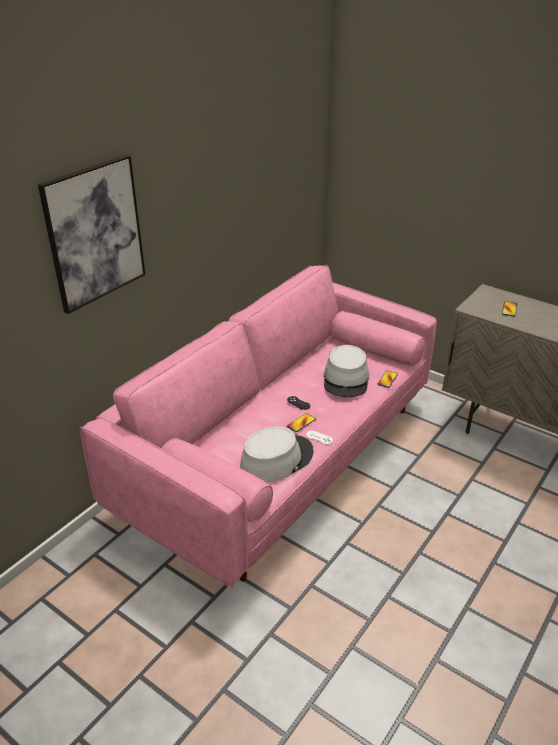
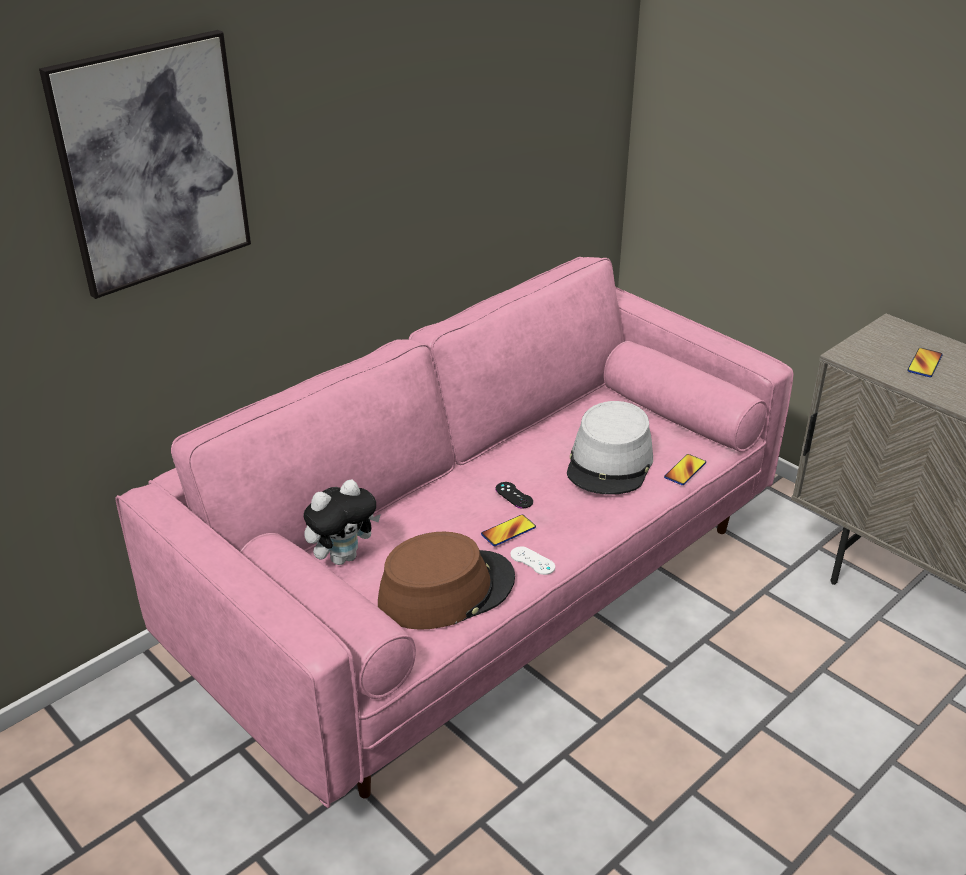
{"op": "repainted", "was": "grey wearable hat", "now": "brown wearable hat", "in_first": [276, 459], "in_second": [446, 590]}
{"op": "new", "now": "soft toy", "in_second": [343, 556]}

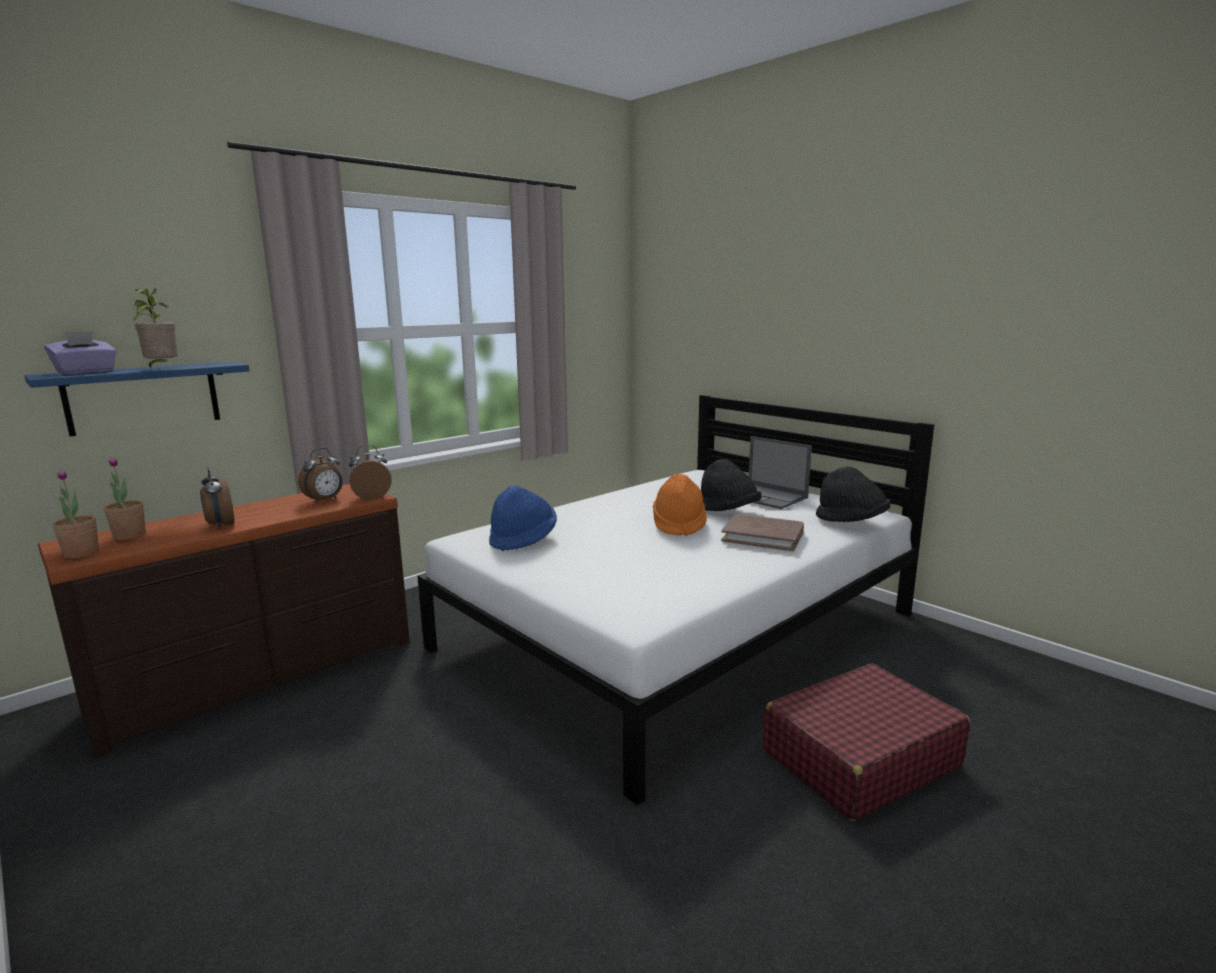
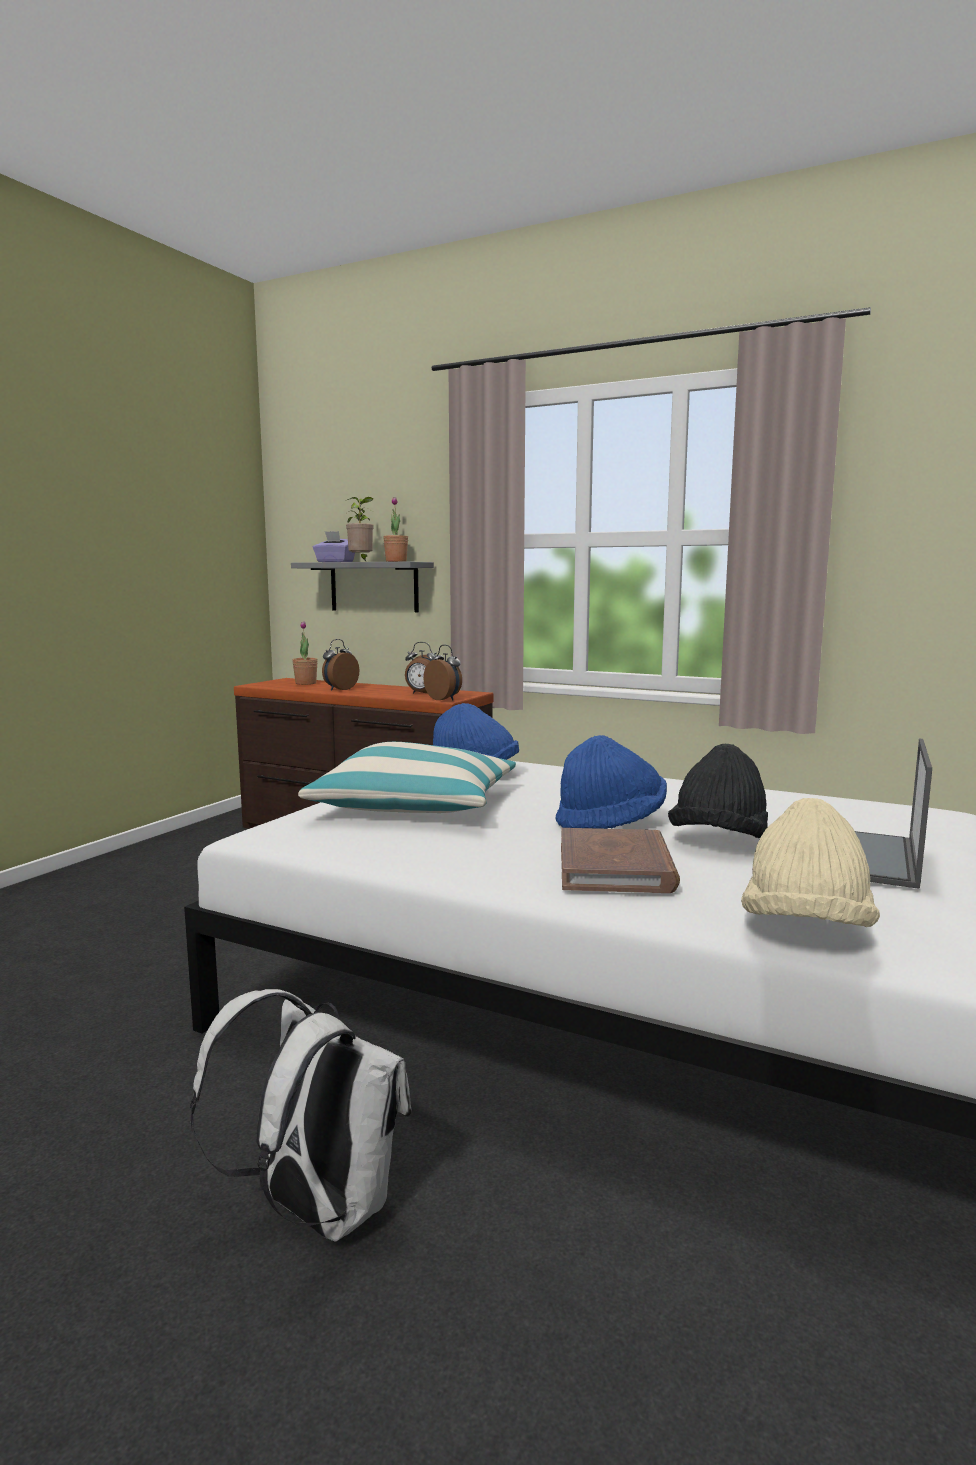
{"op": "repainted", "was": "bluish bracket shelf", "now": "grey bracket shelf", "in_first": [143, 397], "in_second": [374, 587]}
{"op": "shifted", "was": "potted plant", "in_first": [81, 553], "in_second": [396, 561]}
{"op": "repainted", "was": "orange wearable hat", "now": "bluish wearable hat", "in_first": [679, 525], "in_second": [610, 822]}
{"op": "swapped", "was": "reddish travel case", "now": "white backpack", "in_first": [859, 758], "in_second": [315, 1210]}
{"op": "repainted", "was": "black-coloured wearable hat", "now": "beige wearable hat", "in_first": [851, 521], "in_second": [805, 929]}
{"op": "new", "now": "throw pillow", "in_second": [416, 806]}

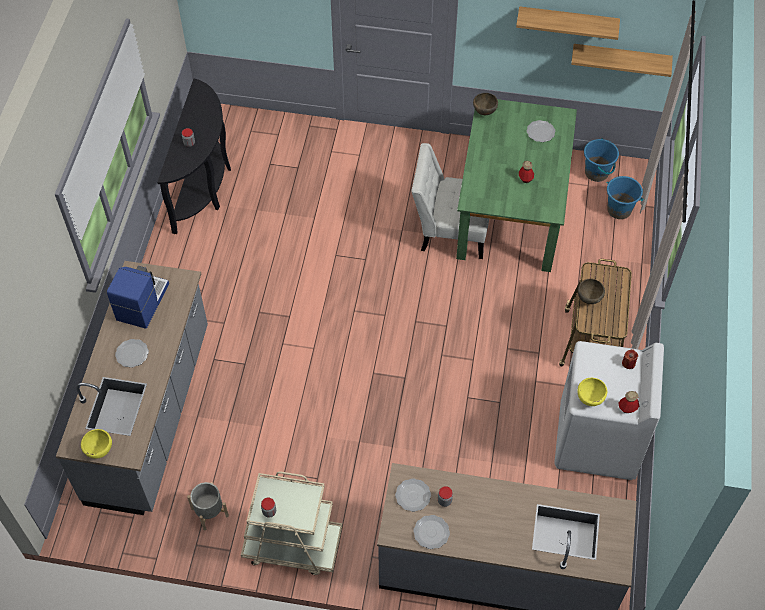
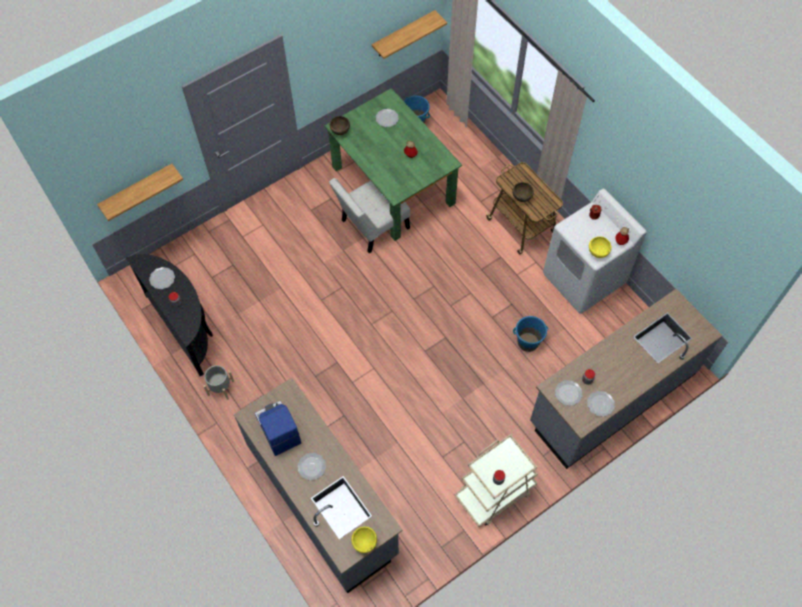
{"op": "shifted", "was": "grey flower pot", "in_first": [210, 512], "in_second": [221, 388]}
{"op": "shifted", "was": "bracket shelf", "in_first": [567, 22], "in_second": [137, 190]}
{"op": "shifted", "was": "bluish bucket", "in_first": [619, 209], "in_second": [528, 342]}
{"op": "new", "now": "dinner plate", "in_second": [162, 279]}

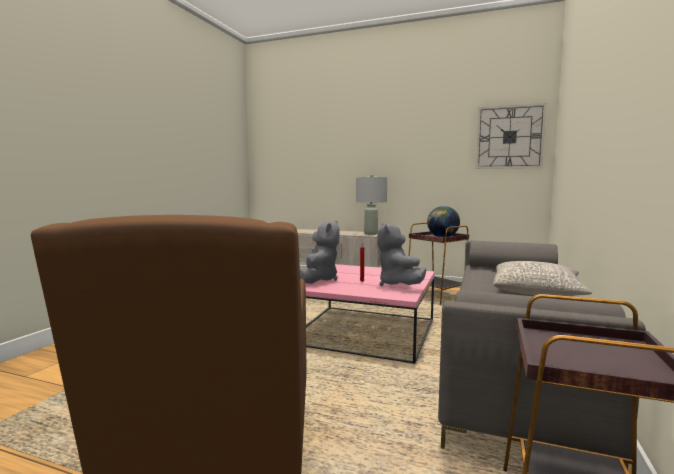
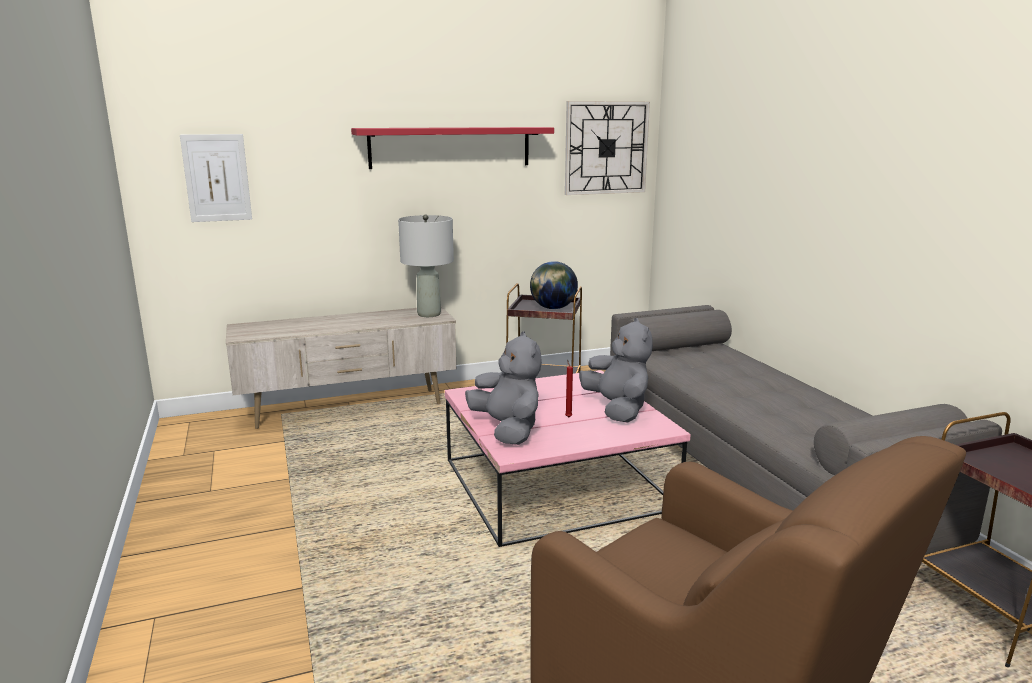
{"op": "rotated", "was": "grey soft toy", "in_first": [398, 285], "in_second": [617, 409], "clockwise": -150}
{"op": "gone", "was": "grey throw pillow", "in_first": [536, 292]}
{"op": "new", "now": "picture", "in_second": [217, 178]}
{"op": "new", "now": "reddish bracket shelf", "in_second": [450, 147]}

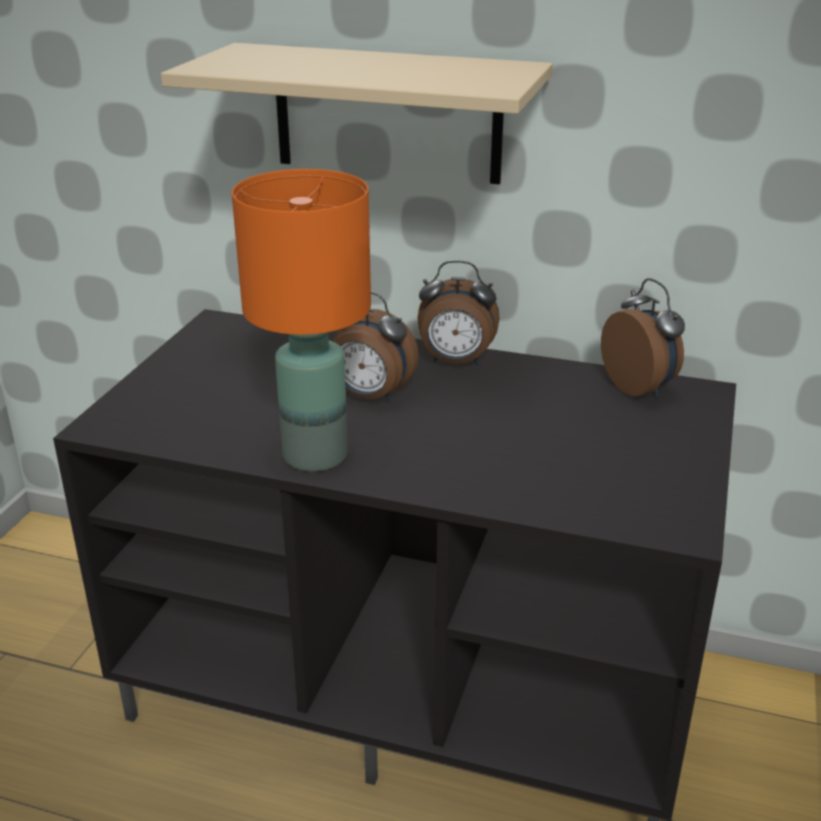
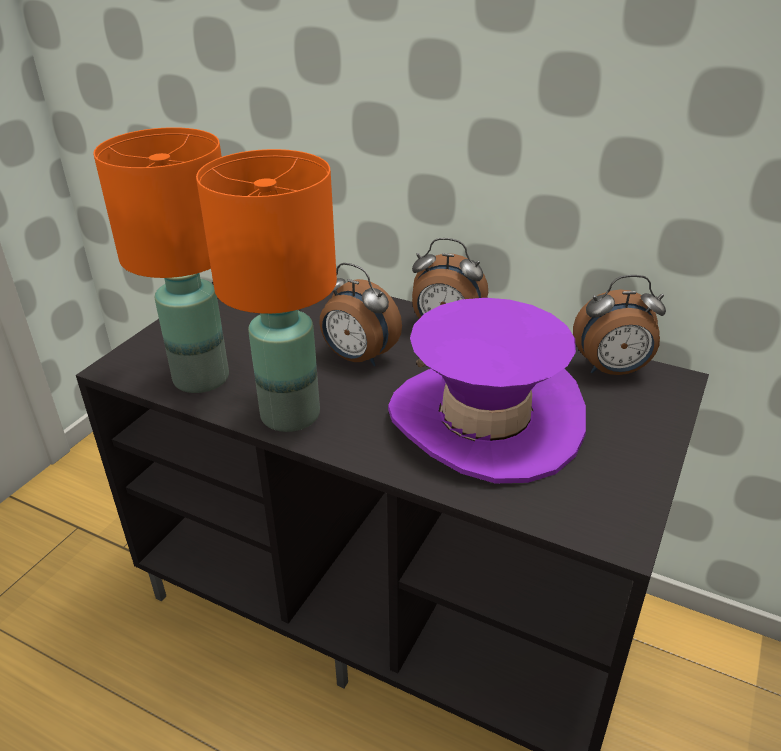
{"op": "gone", "was": "beige bracket shelf", "in_first": [387, 114]}
{"op": "rotated", "was": "bedside clock", "in_first": [640, 387], "in_second": [612, 370], "clockwise": 105}
{"op": "new", "now": "orange tabletop lamp", "in_second": [203, 377]}
{"op": "new", "now": "purple wearable hat", "in_second": [485, 419]}

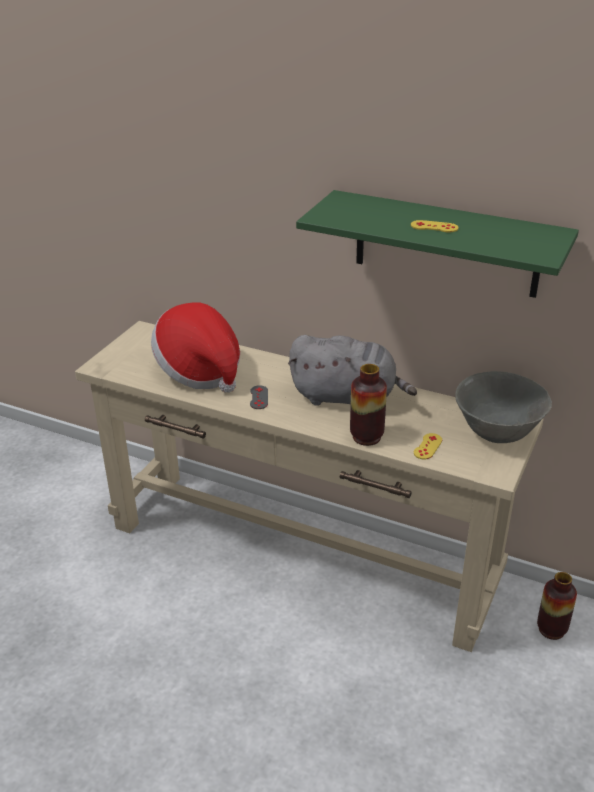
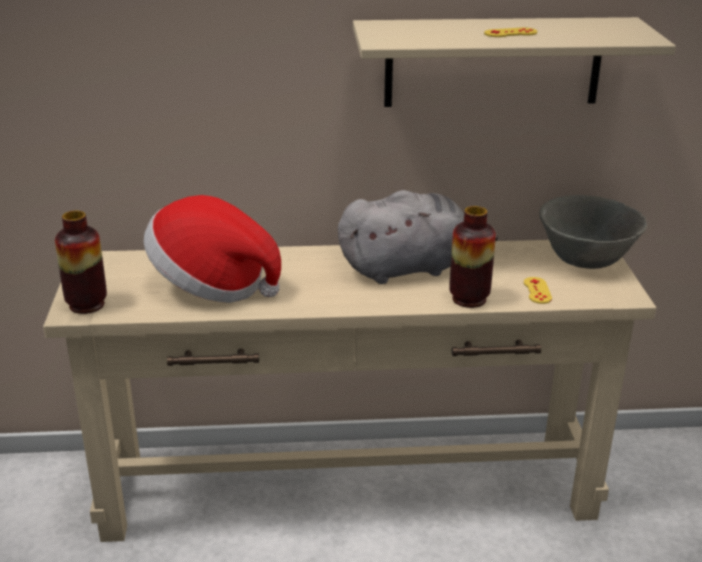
{"op": "gone", "was": "grey joypad", "in_first": [259, 397]}
{"op": "repainted", "was": "green-coloured bracket shelf", "now": "beige bracket shelf", "in_first": [446, 244], "in_second": [493, 62]}
{"op": "shifted", "was": "flower vase", "in_first": [551, 629], "in_second": [86, 305]}

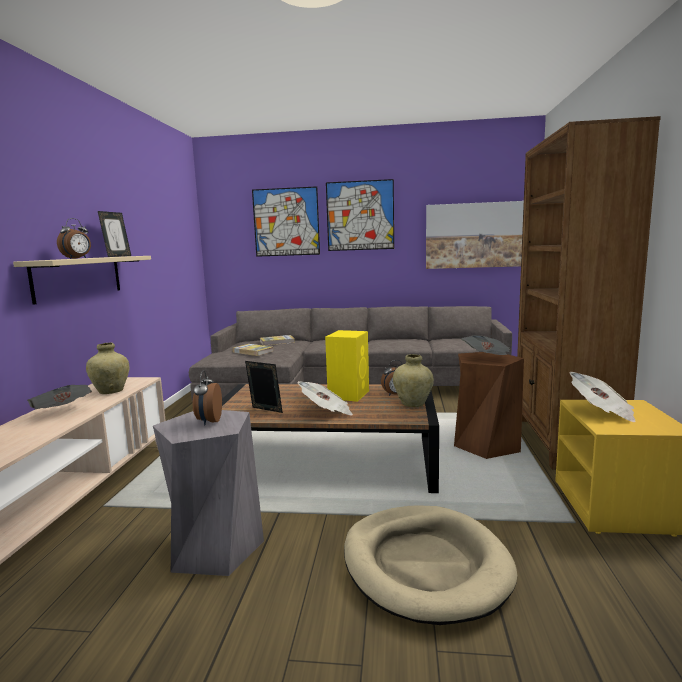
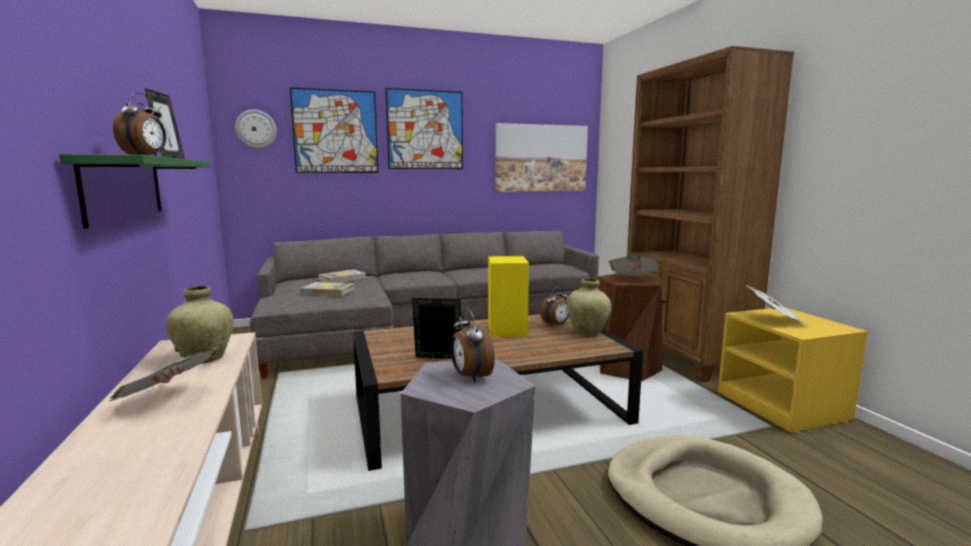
{"op": "repainted", "was": "beige bracket shelf", "now": "green-coloured bracket shelf", "in_first": [79, 277], "in_second": [124, 188]}
{"op": "gone", "was": "daily paper", "in_first": [327, 412]}
{"op": "new", "now": "wall clock", "in_second": [256, 129]}

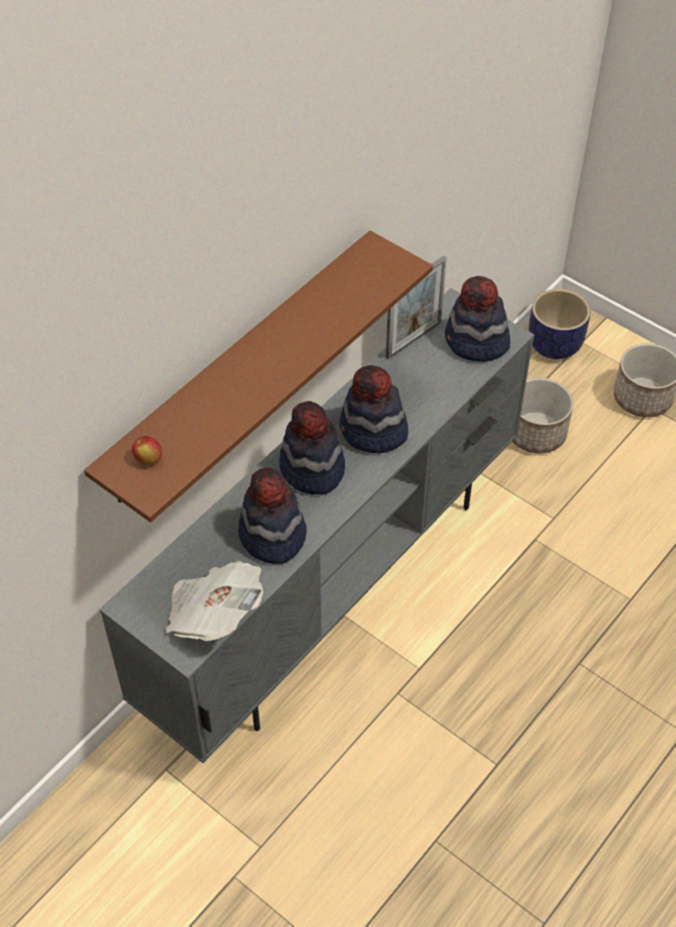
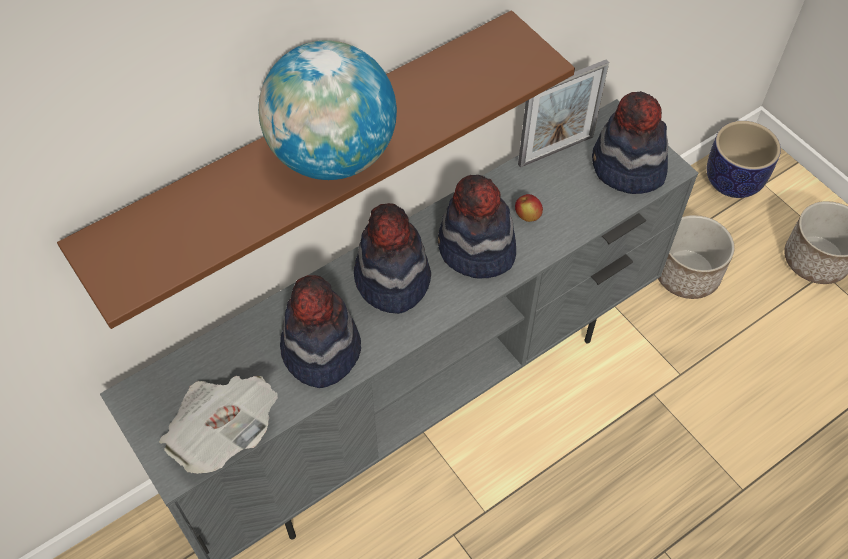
{"op": "shifted", "was": "whole apple", "in_first": [148, 459], "in_second": [527, 216]}
{"op": "new", "now": "world globe", "in_second": [332, 156]}

